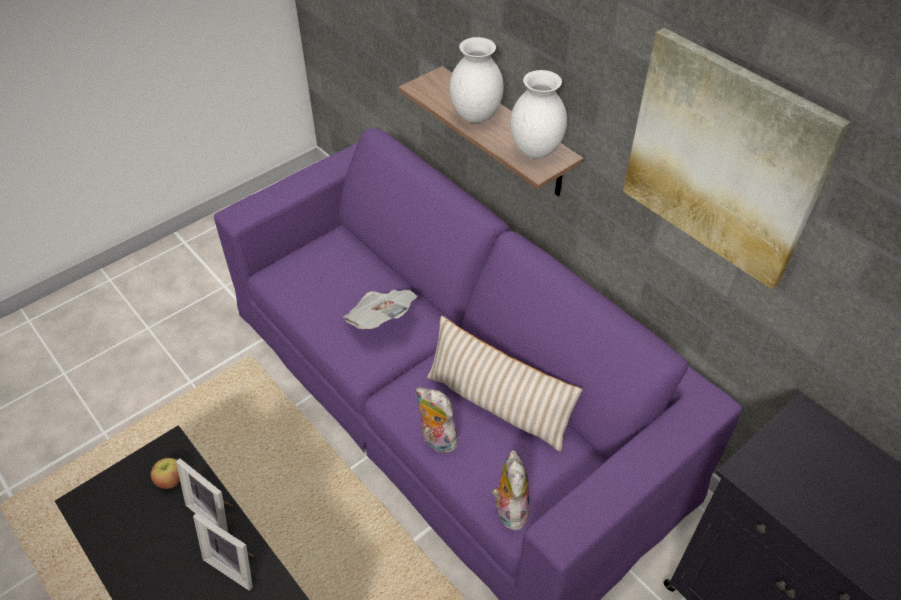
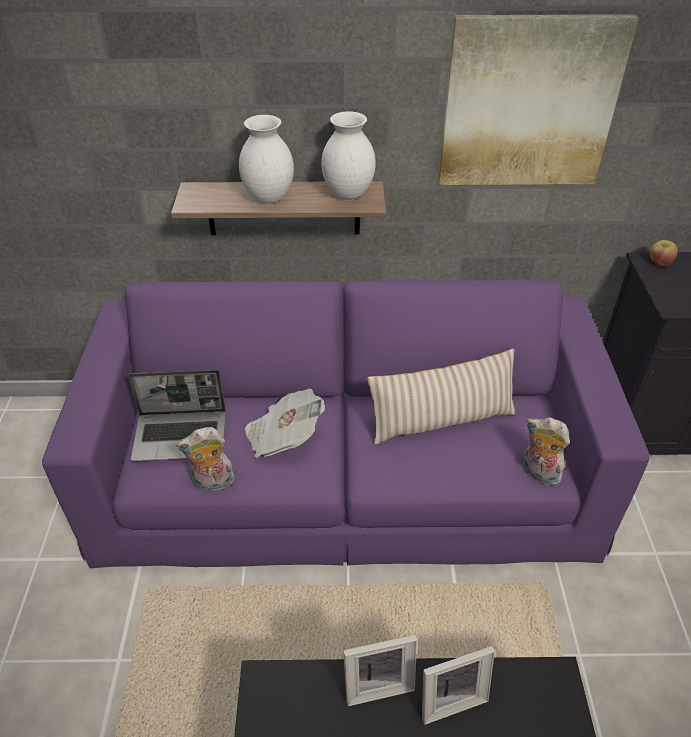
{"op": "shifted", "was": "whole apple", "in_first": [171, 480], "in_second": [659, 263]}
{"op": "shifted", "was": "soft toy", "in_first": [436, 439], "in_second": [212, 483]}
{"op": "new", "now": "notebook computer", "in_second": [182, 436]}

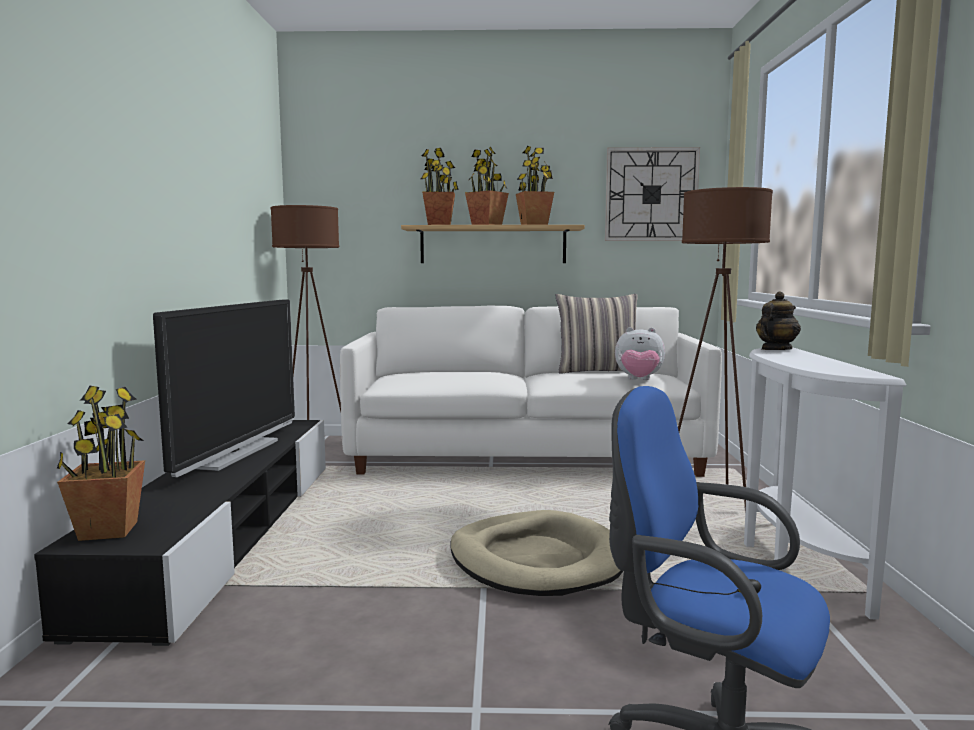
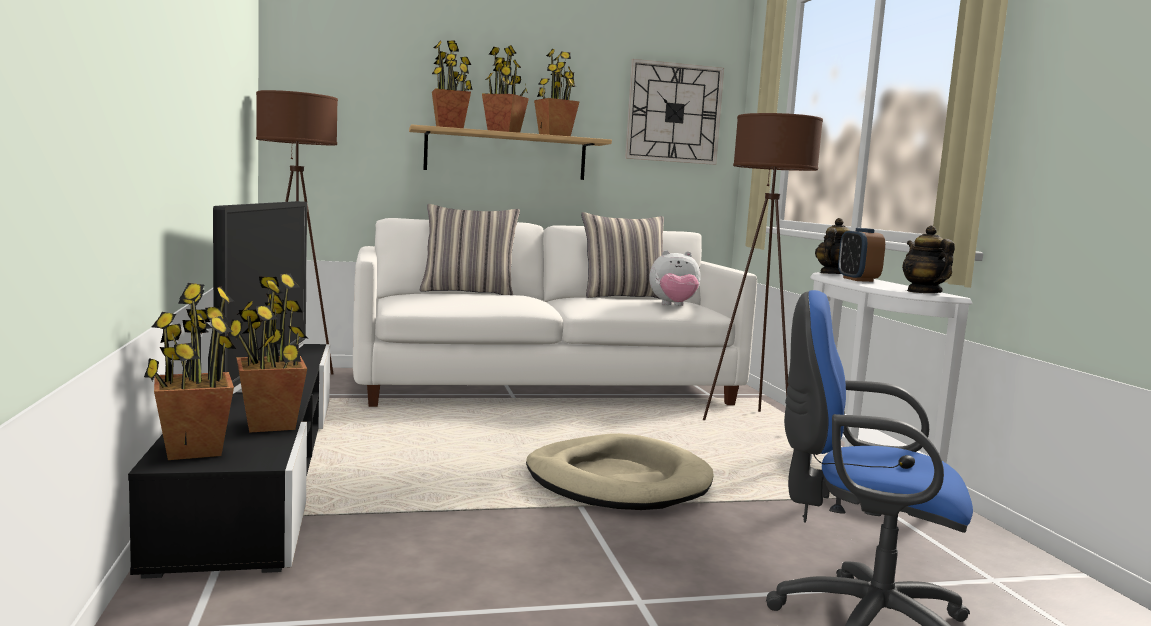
{"op": "new", "now": "potted plant", "in_second": [271, 425]}
{"op": "new", "now": "throw pillow", "in_second": [468, 292]}
{"op": "new", "now": "bedside clock", "in_second": [857, 279]}
{"op": "new", "now": "teapot", "in_second": [923, 292]}

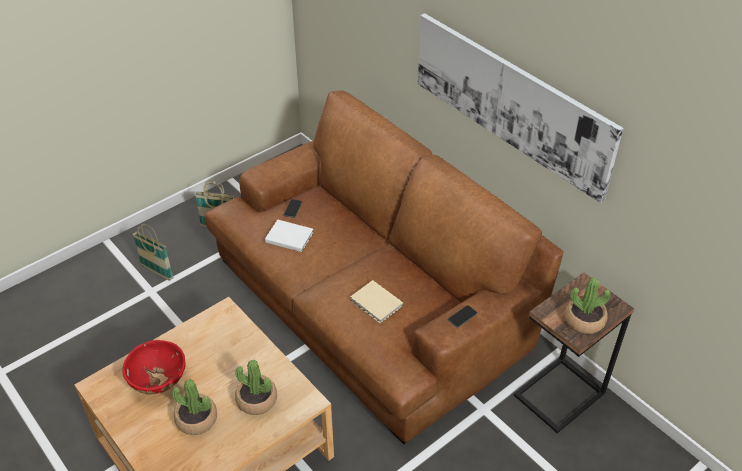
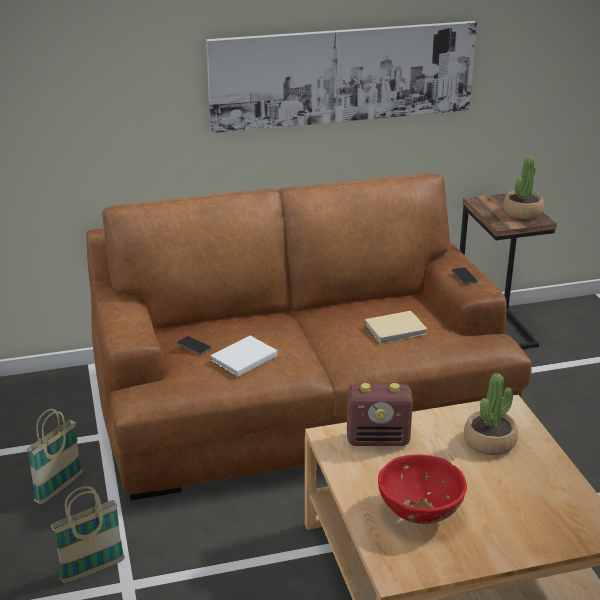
{"op": "gone", "was": "potted plant", "in_first": [196, 419]}
{"op": "new", "now": "radio receiver", "in_second": [378, 440]}

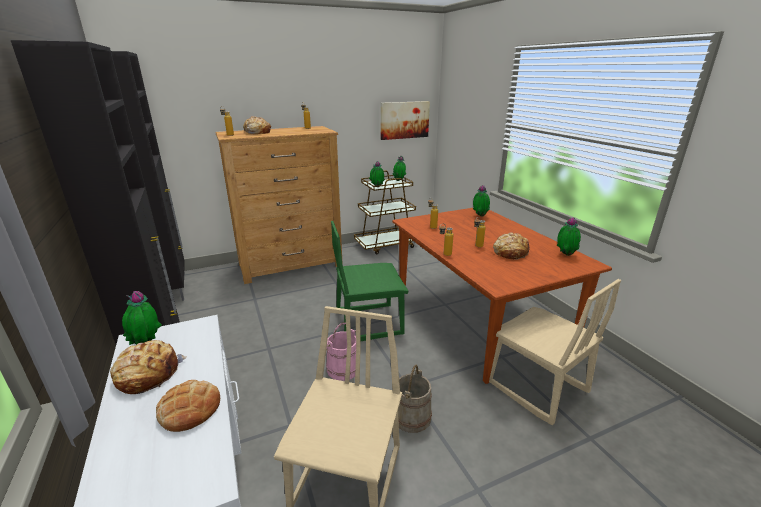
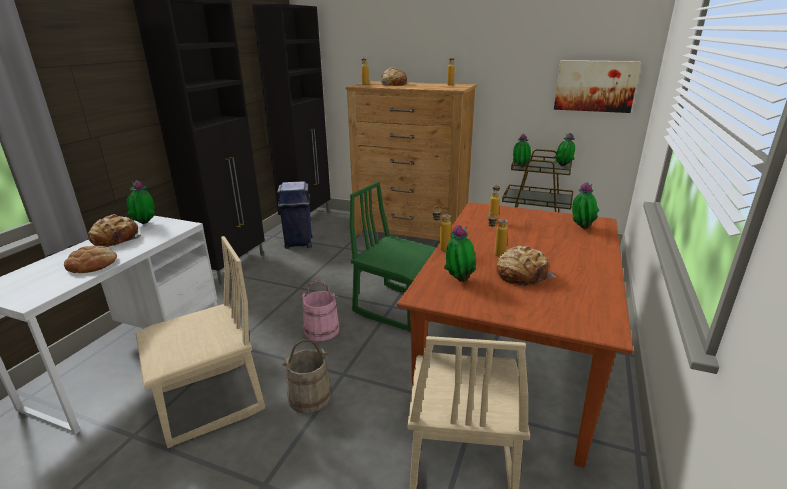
{"op": "shifted", "was": "potted plant", "in_first": [565, 255], "in_second": [459, 280]}
{"op": "new", "now": "bluish trash can", "in_second": [298, 243]}

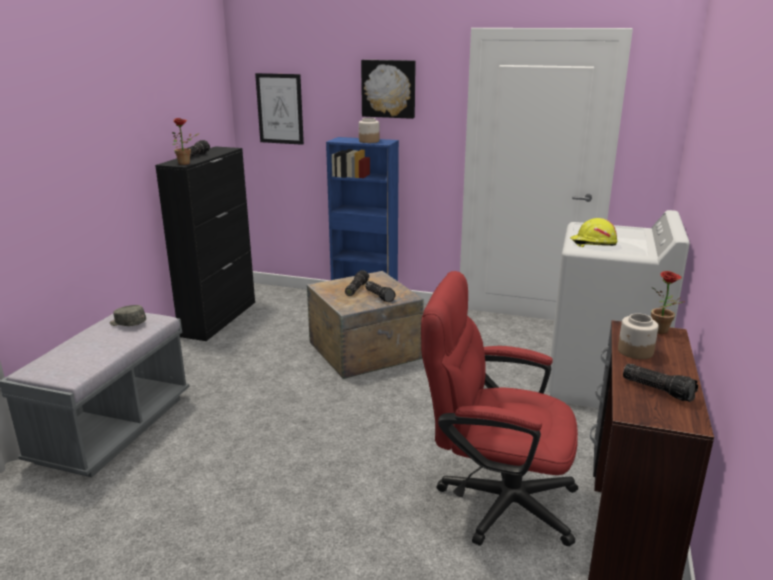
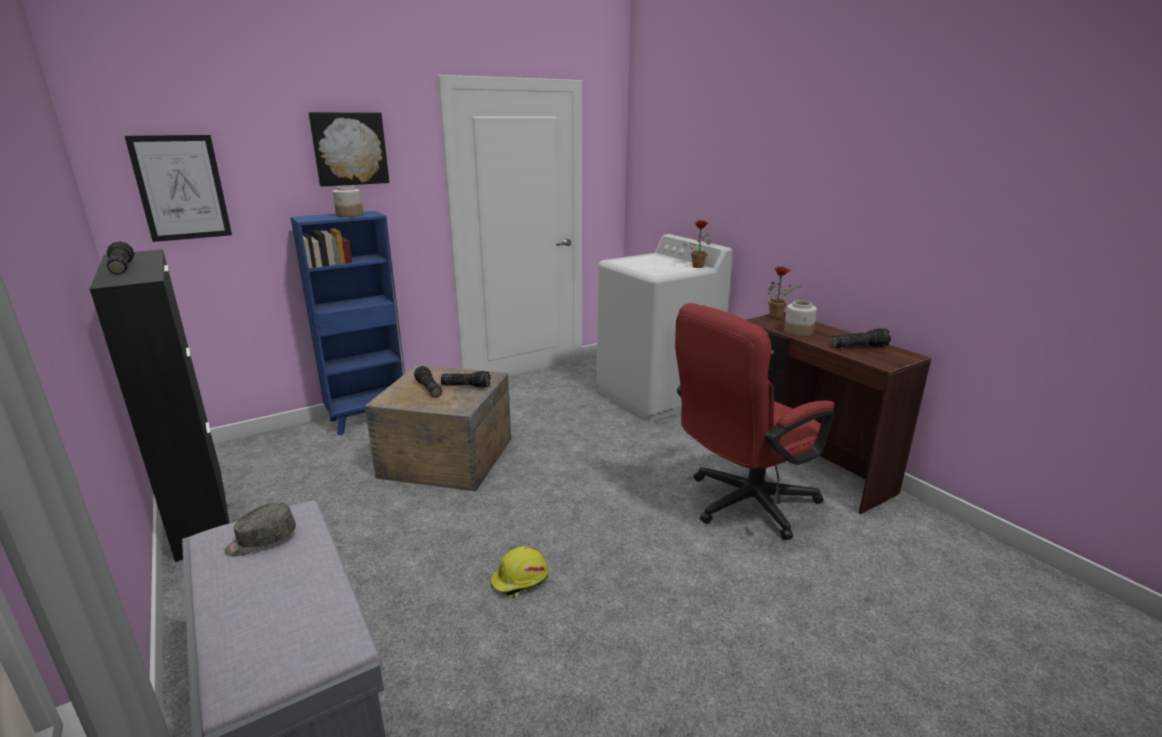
{"op": "shifted", "was": "potted plant", "in_first": [186, 163], "in_second": [698, 266]}
{"op": "shifted", "was": "yellowish work helmet", "in_first": [592, 244], "in_second": [520, 580]}

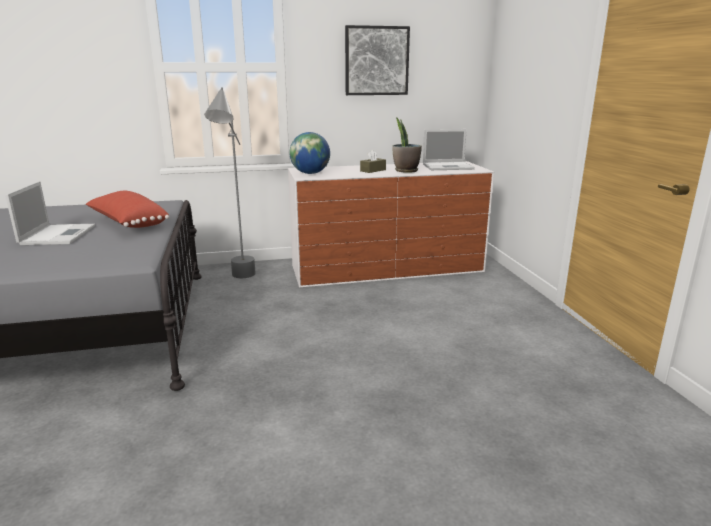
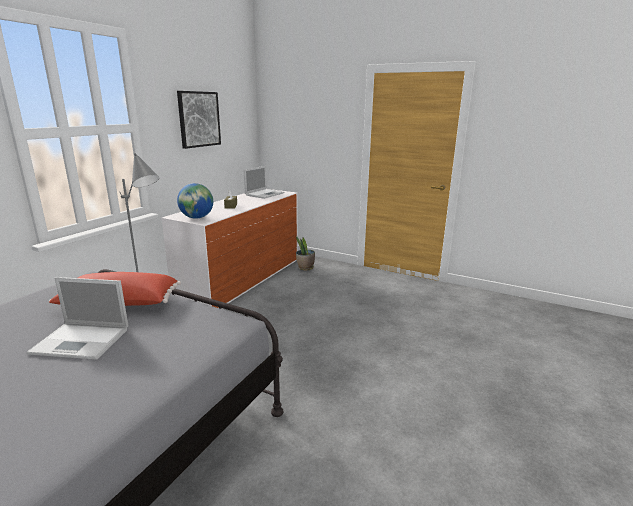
{"op": "rotated", "was": "notebook computer", "in_first": [58, 235], "in_second": [83, 341], "clockwise": 150}
{"op": "shifted", "was": "potted plant", "in_first": [405, 171], "in_second": [305, 268]}

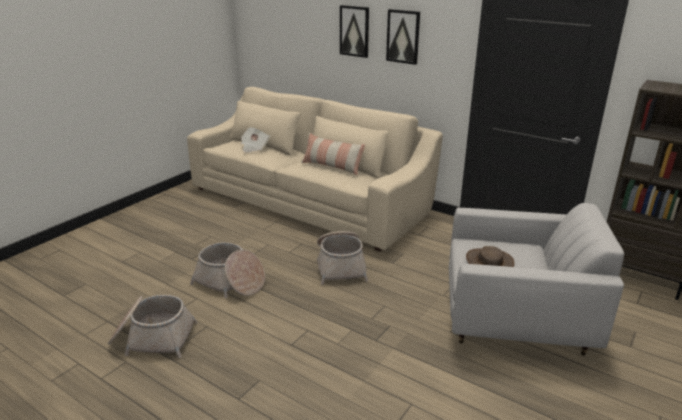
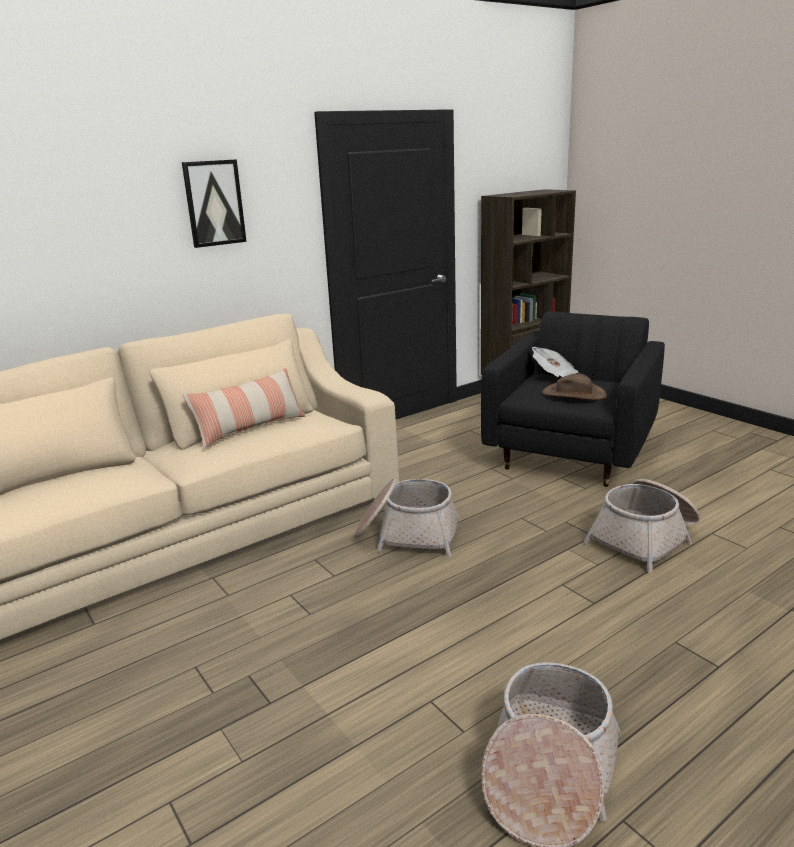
{"op": "shifted", "was": "household basket", "in_first": [230, 282], "in_second": [645, 539]}
{"op": "shifted", "was": "daily paper", "in_first": [255, 147], "in_second": [555, 377]}
{"op": "gone", "was": "picture", "in_first": [354, 31]}
{"op": "repainted", "was": "white lounge chair", "now": "black-coloured lounge chair", "in_first": [515, 320], "in_second": [572, 452]}

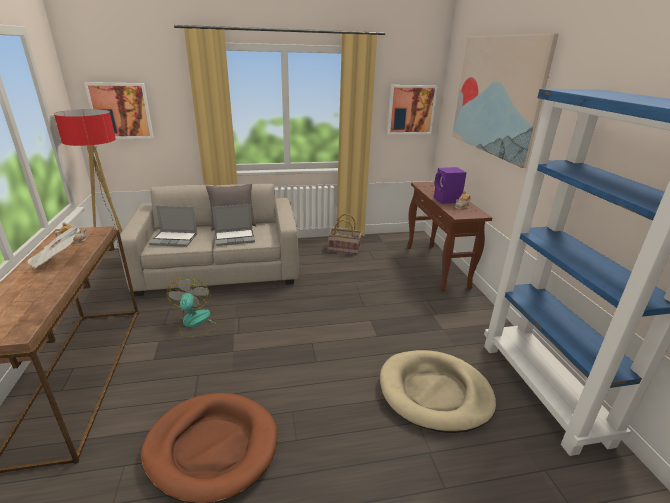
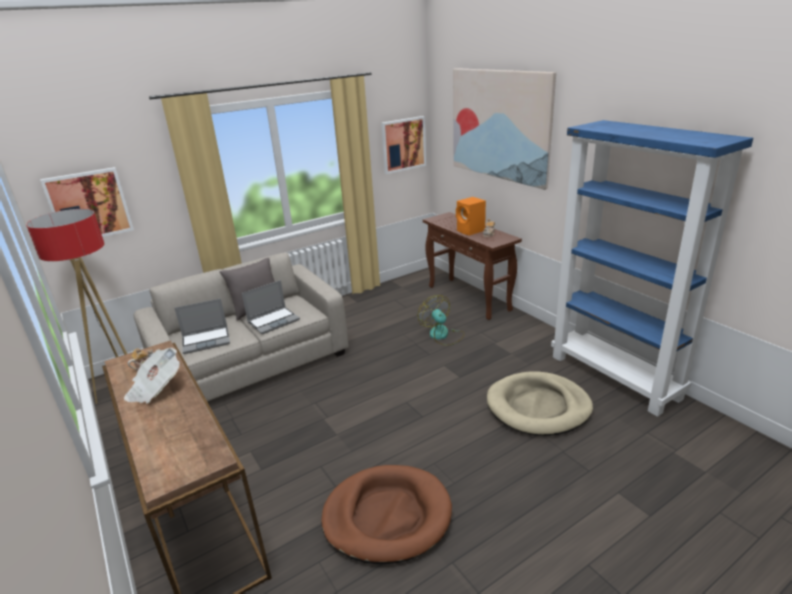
{"op": "shifted", "was": "cooling fan", "in_first": [195, 323], "in_second": [442, 335]}
{"op": "gone", "was": "household basket", "in_first": [344, 248]}
{"op": "repainted", "was": "purple loudspeaker", "now": "orange loudspeaker", "in_first": [447, 200], "in_second": [471, 231]}

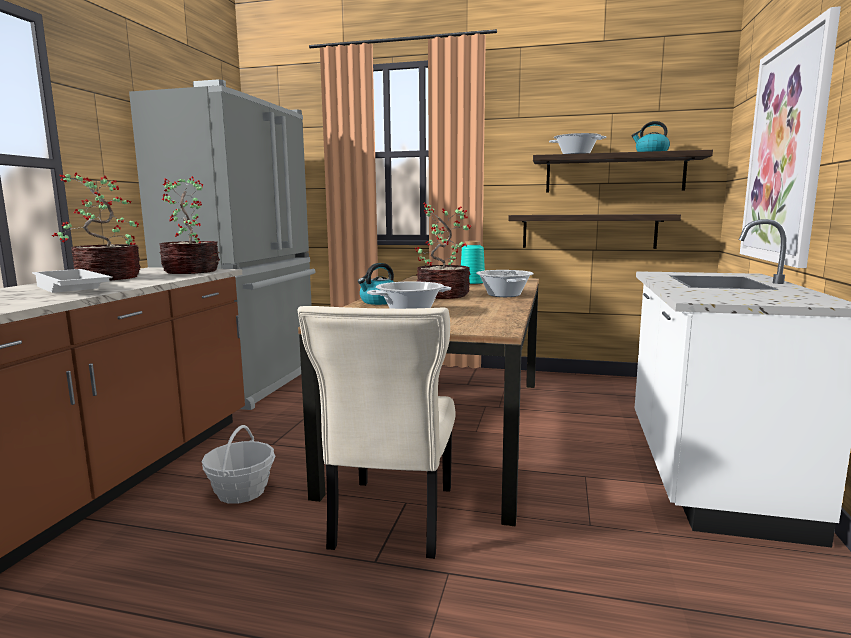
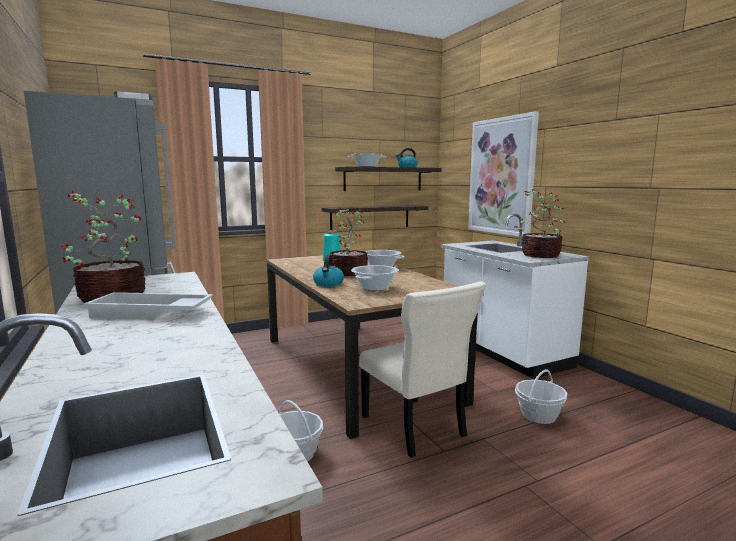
{"op": "shifted", "was": "potted plant", "in_first": [191, 271], "in_second": [539, 255]}
{"op": "new", "now": "household basket", "in_second": [538, 415]}

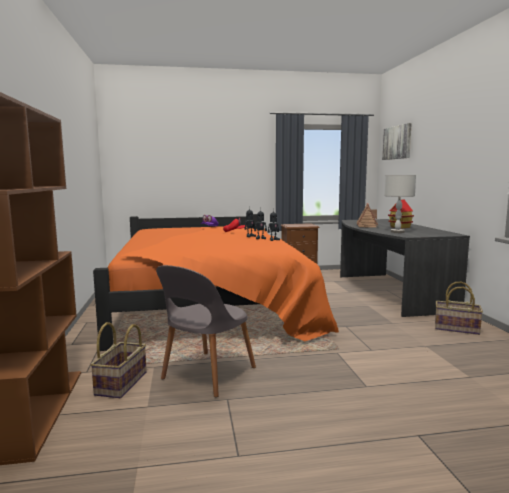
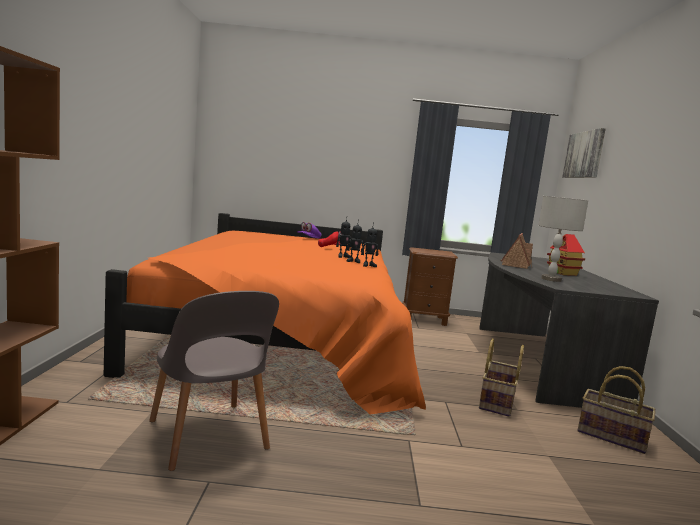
{"op": "shifted", "was": "household basket", "in_first": [122, 384], "in_second": [498, 402]}
{"op": "rotated", "was": "grey chair", "in_first": [206, 375], "in_second": [208, 438], "clockwise": -75}

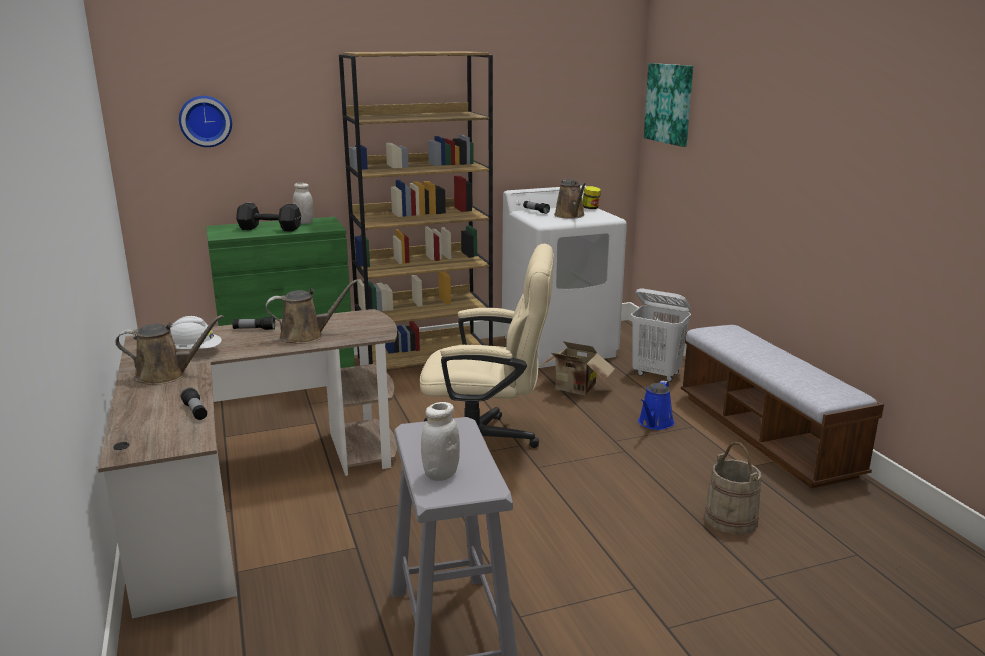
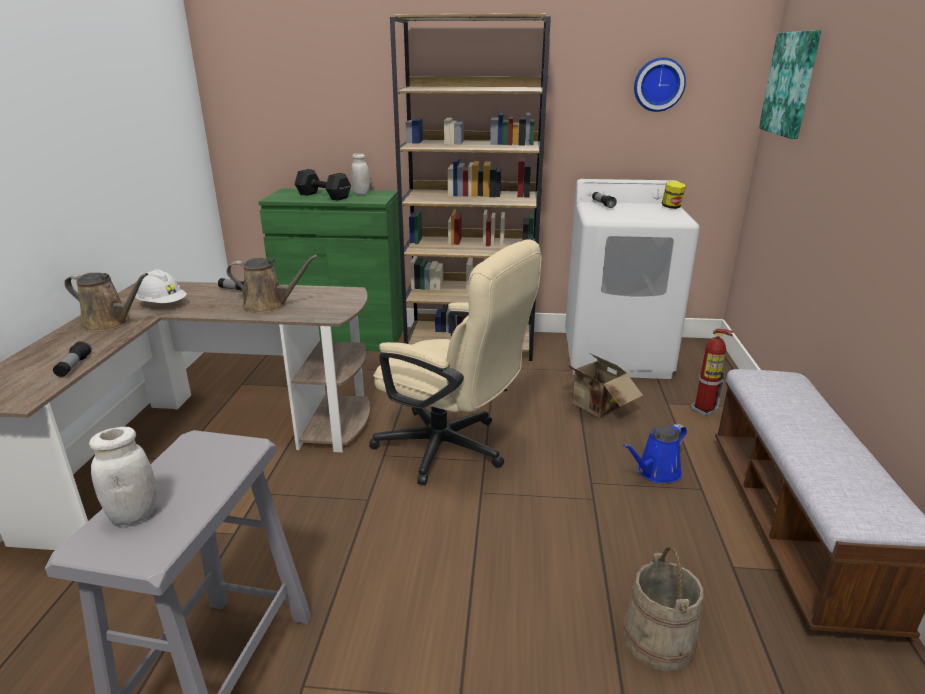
{"op": "shifted", "was": "wall clock", "in_first": [205, 121], "in_second": [658, 84]}
{"op": "gone", "was": "brown sprinkling can", "in_first": [570, 216]}
{"op": "swapped", "was": "white washing basket", "now": "fire extinguisher", "in_first": [657, 374], "in_second": [704, 410]}

